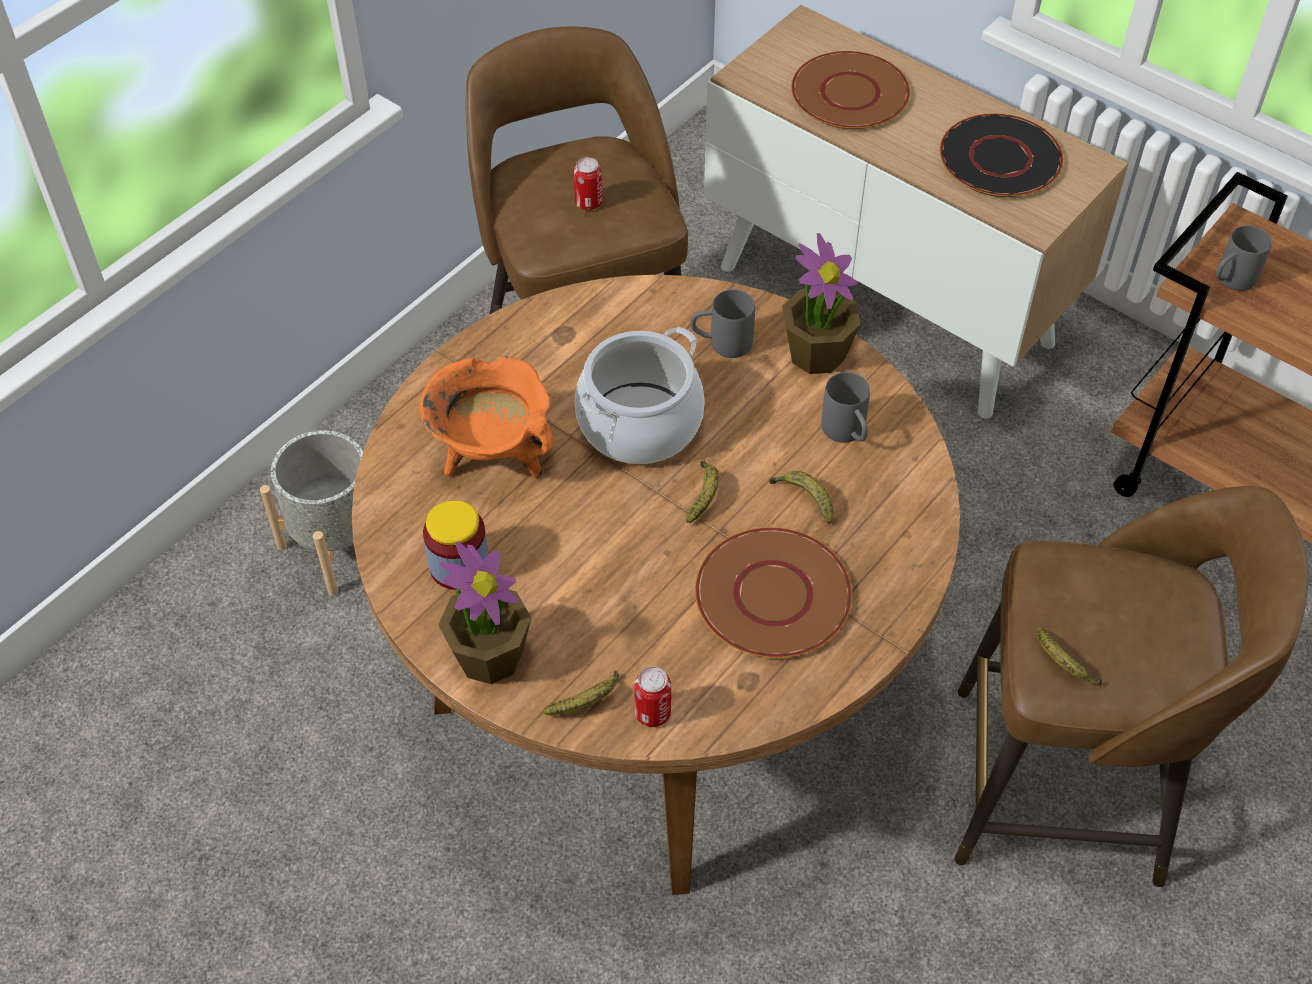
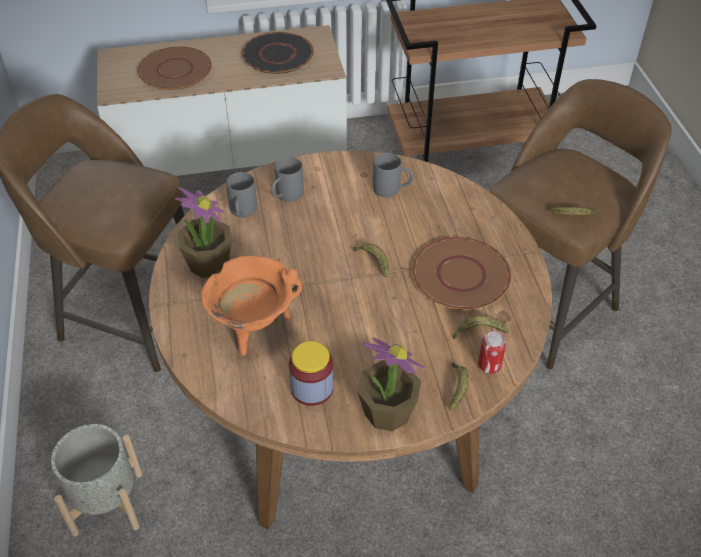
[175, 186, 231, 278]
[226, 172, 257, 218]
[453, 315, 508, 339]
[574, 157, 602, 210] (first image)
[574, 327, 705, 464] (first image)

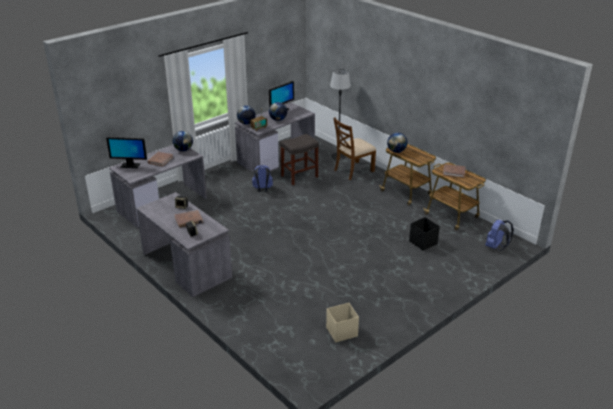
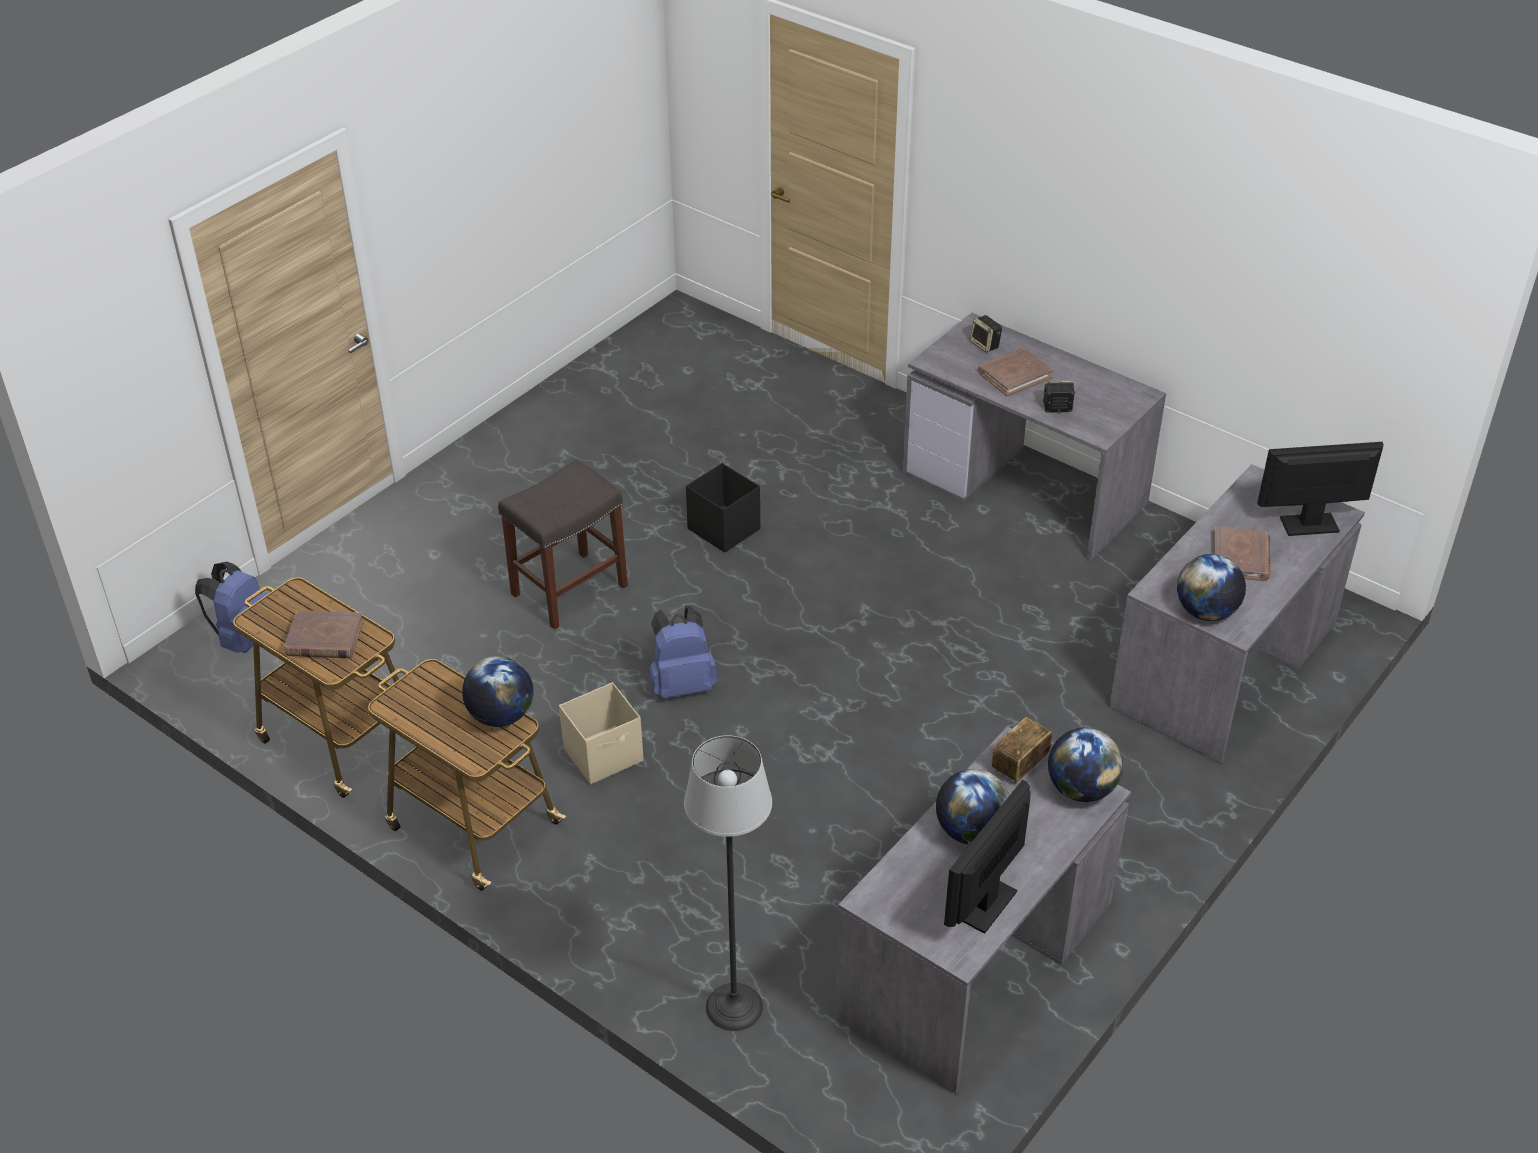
[498, 460, 628, 630]
[559, 682, 644, 785]
[649, 605, 717, 699]
[686, 463, 760, 552]
[333, 118, 376, 180] (first image)

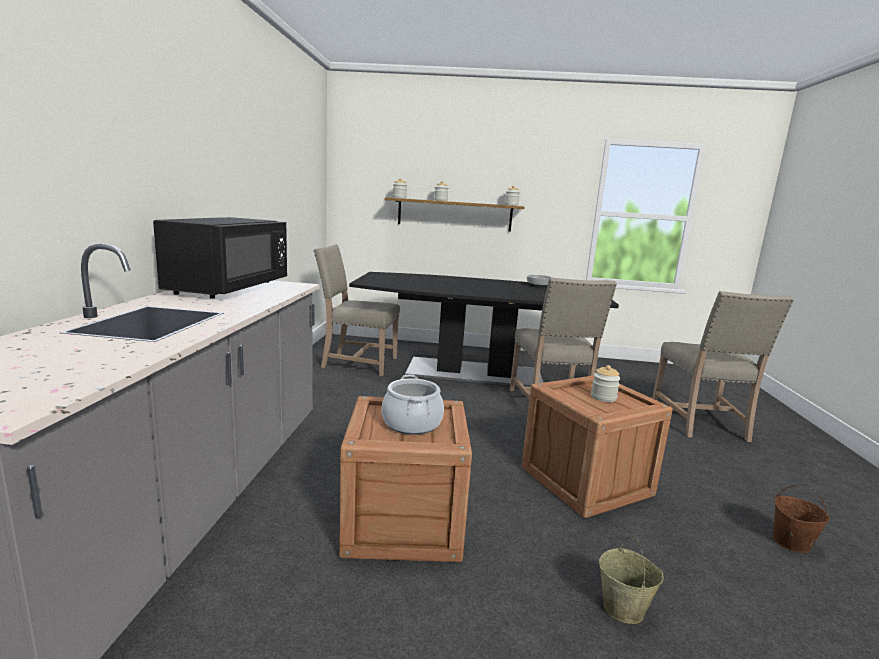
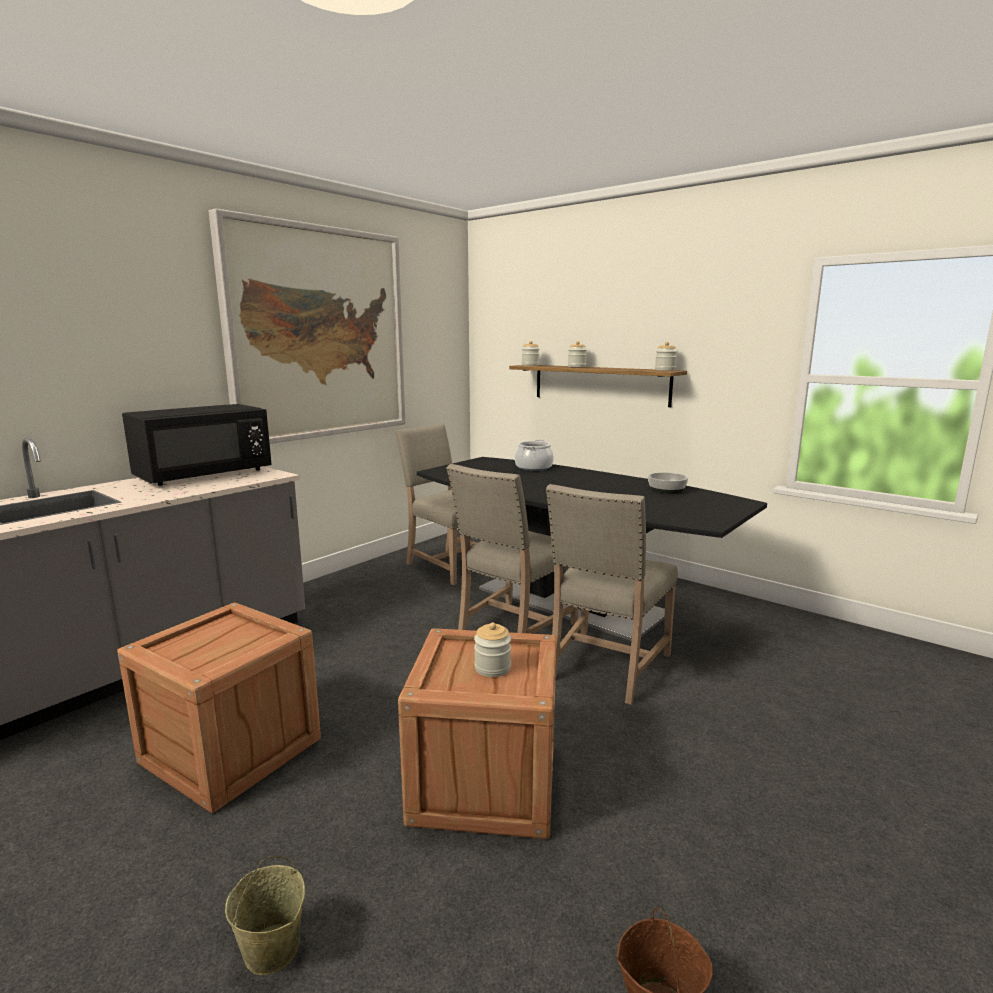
[209, 209, 406, 444]
[446, 464, 578, 634]
[515, 440, 554, 471]

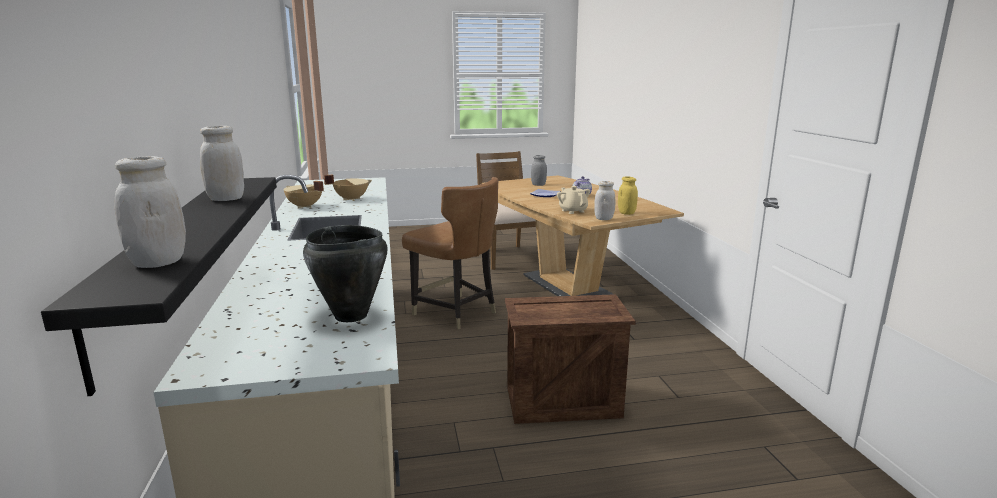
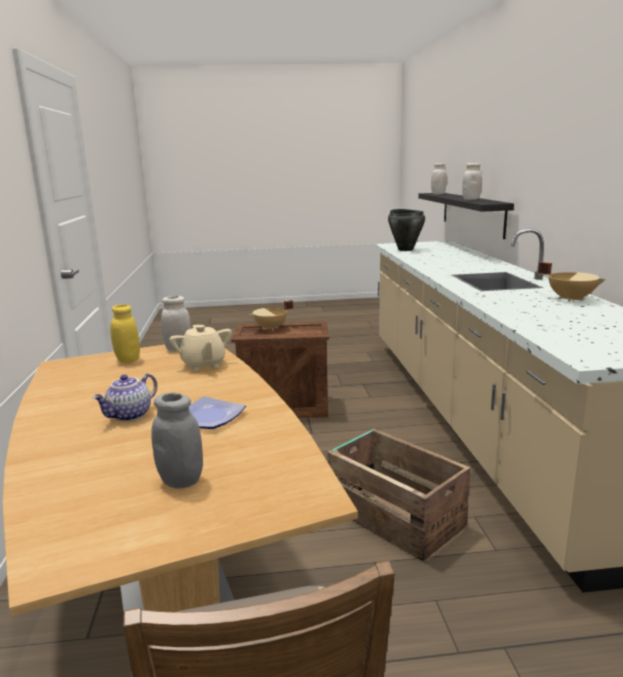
[249, 300, 293, 331]
[327, 428, 471, 561]

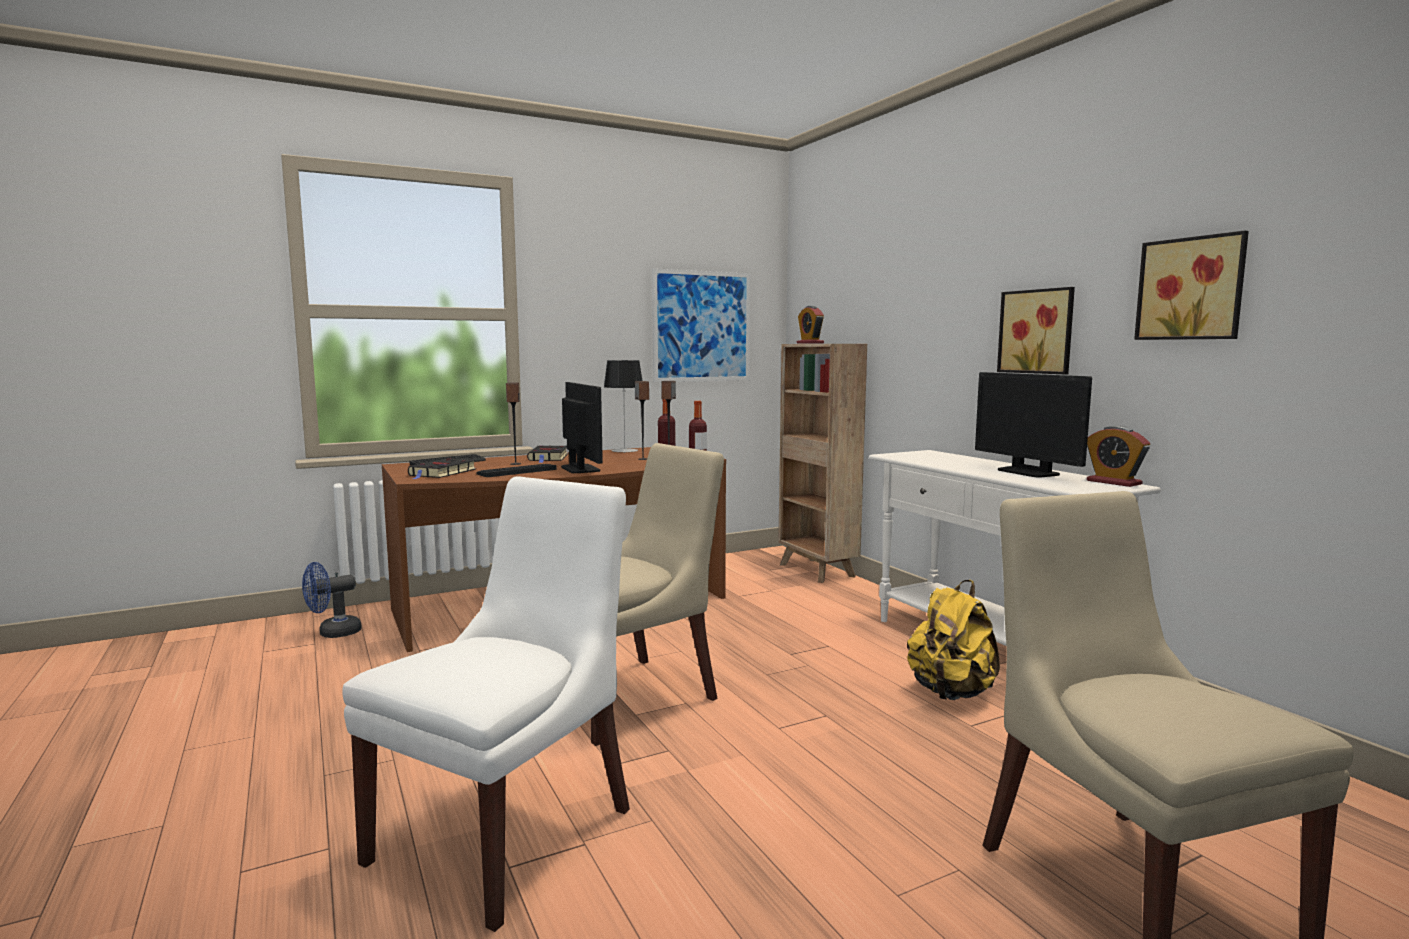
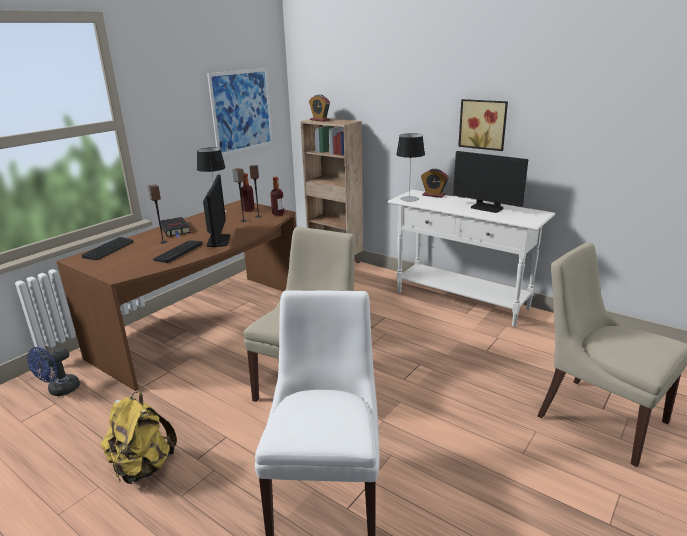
[101, 392, 177, 484]
[203, 175, 230, 247]
[396, 133, 425, 202]
[421, 169, 449, 198]
[408, 458, 476, 479] (first image)
[1134, 231, 1249, 340] (first image)

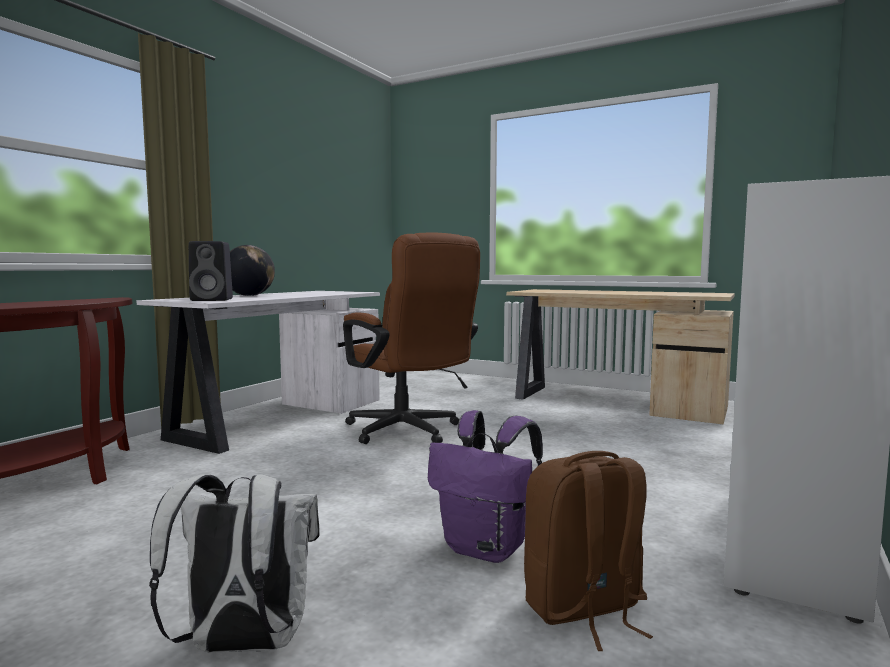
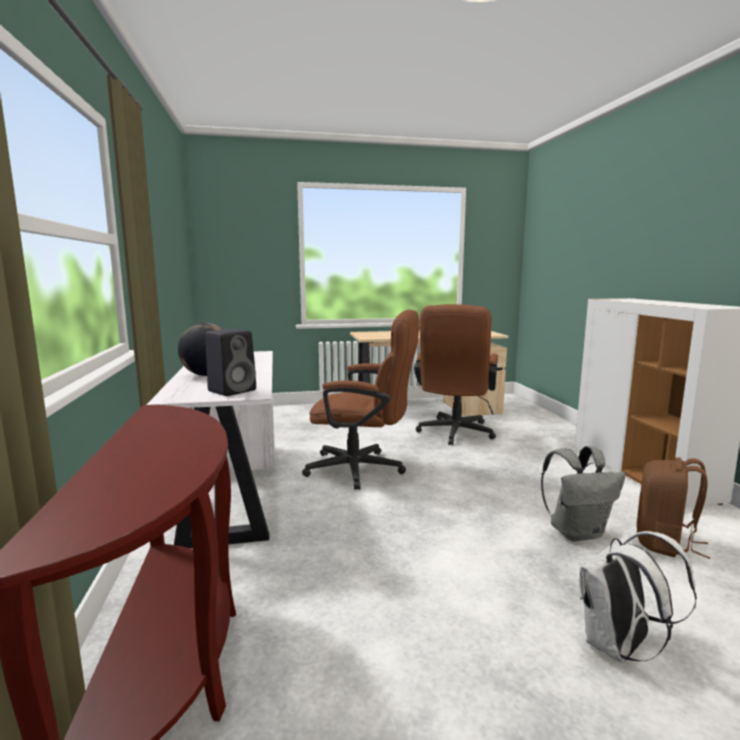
[414, 304, 498, 445]
[541, 446, 625, 542]

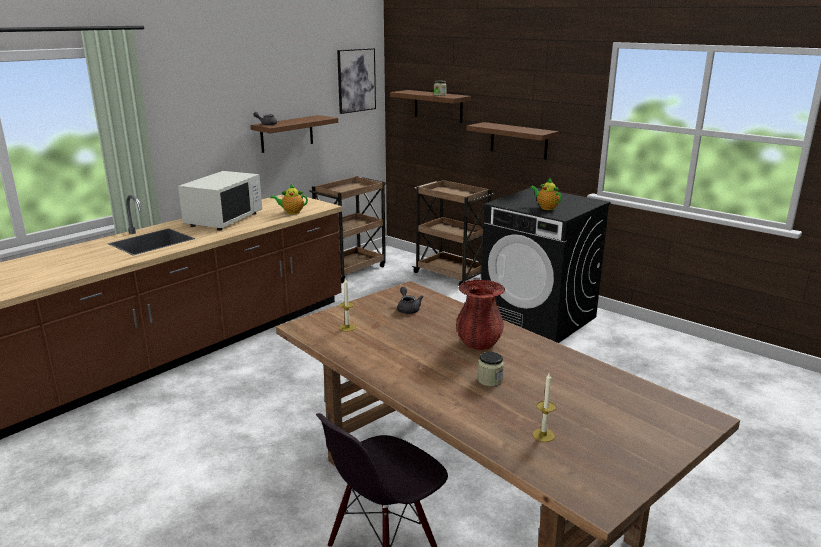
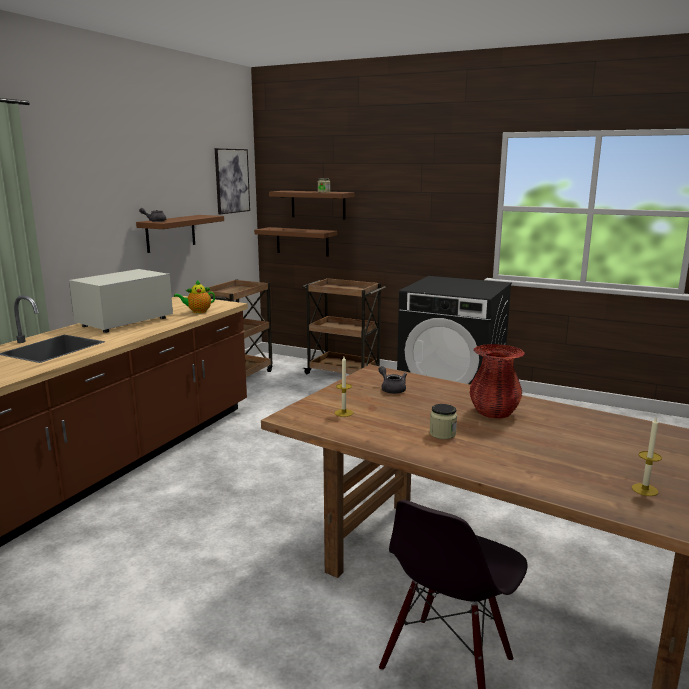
[69, 269, 173, 333]
[254, 227, 337, 257]
[430, 404, 457, 439]
[530, 178, 562, 210] (first image)

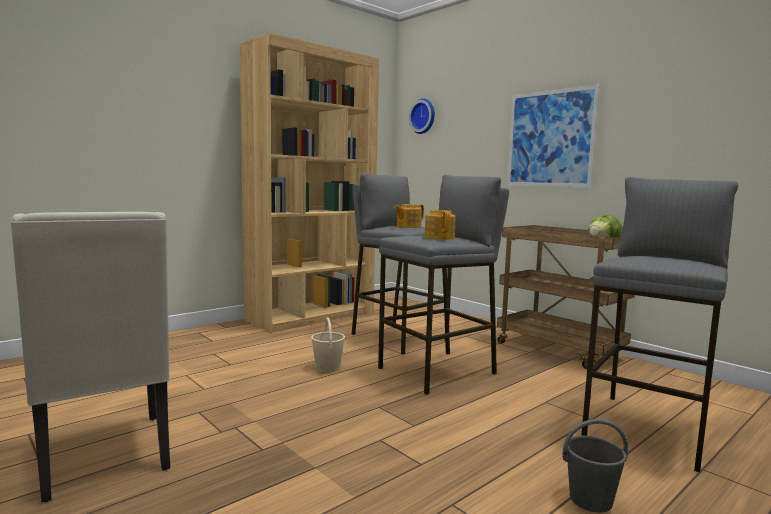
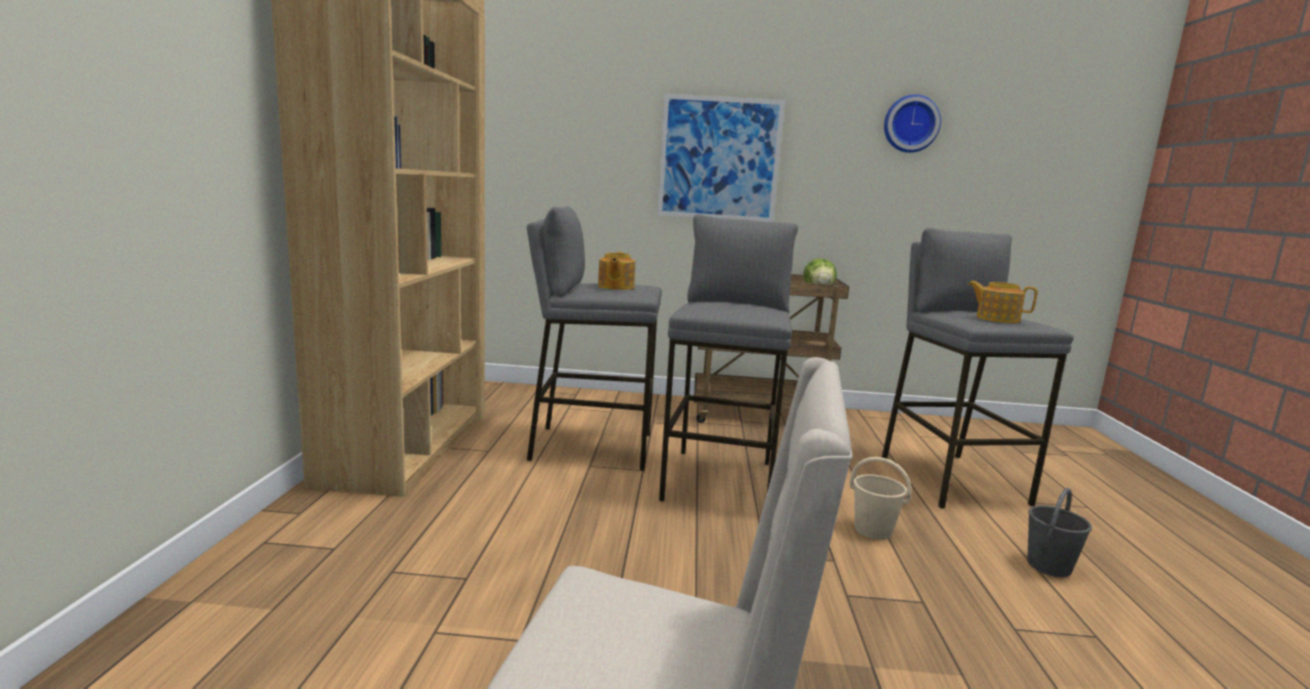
[849, 457, 911, 540]
[884, 94, 941, 153]
[968, 281, 1037, 323]

